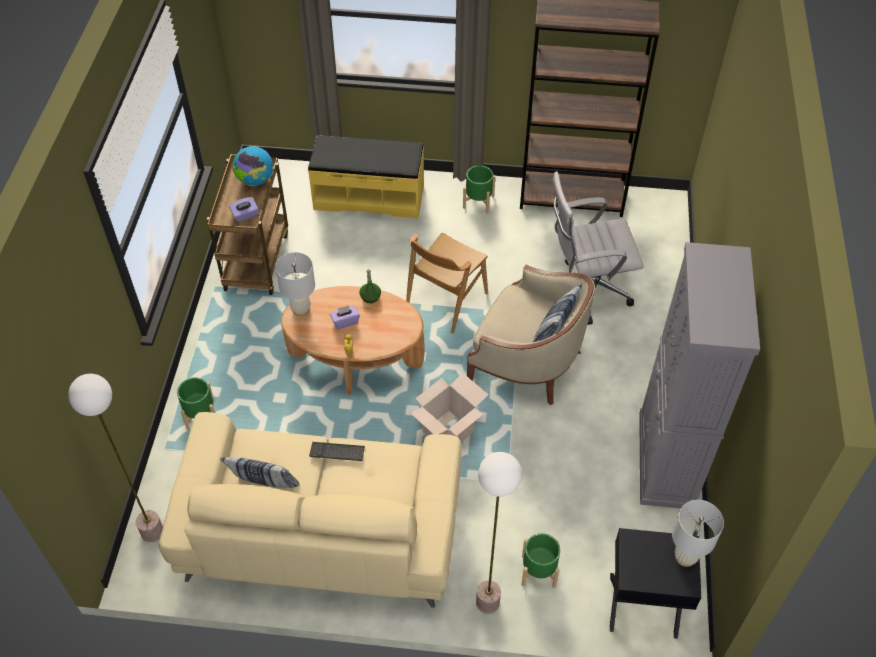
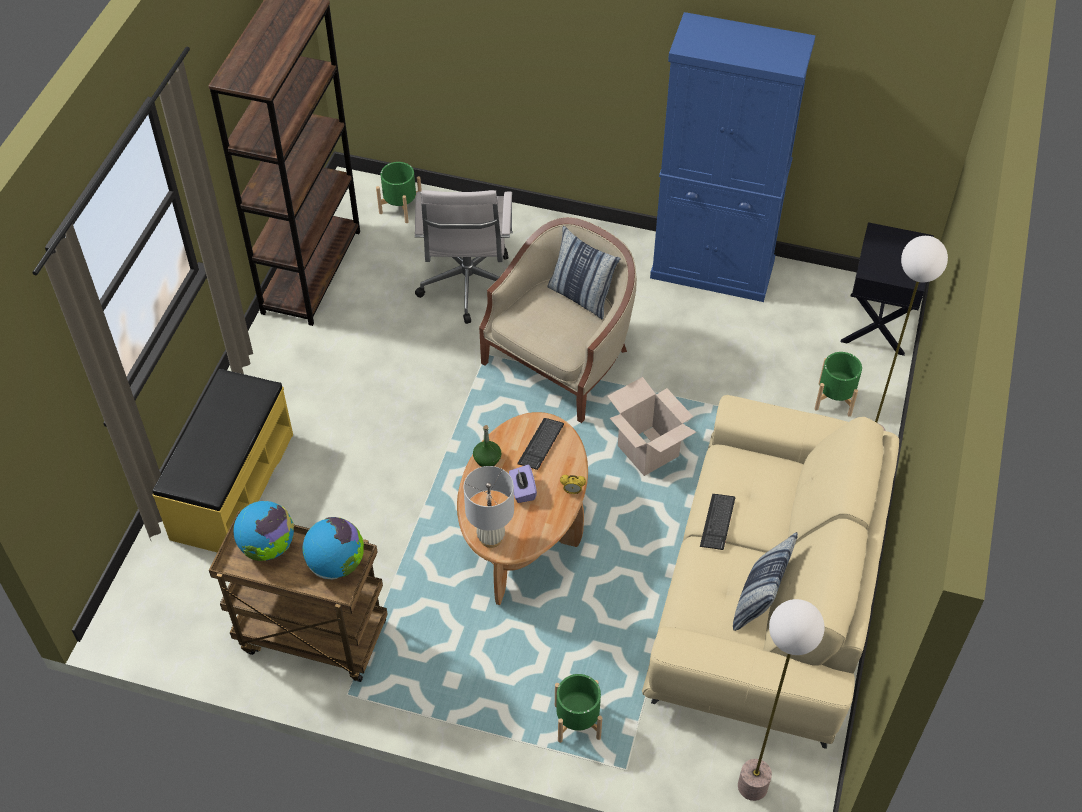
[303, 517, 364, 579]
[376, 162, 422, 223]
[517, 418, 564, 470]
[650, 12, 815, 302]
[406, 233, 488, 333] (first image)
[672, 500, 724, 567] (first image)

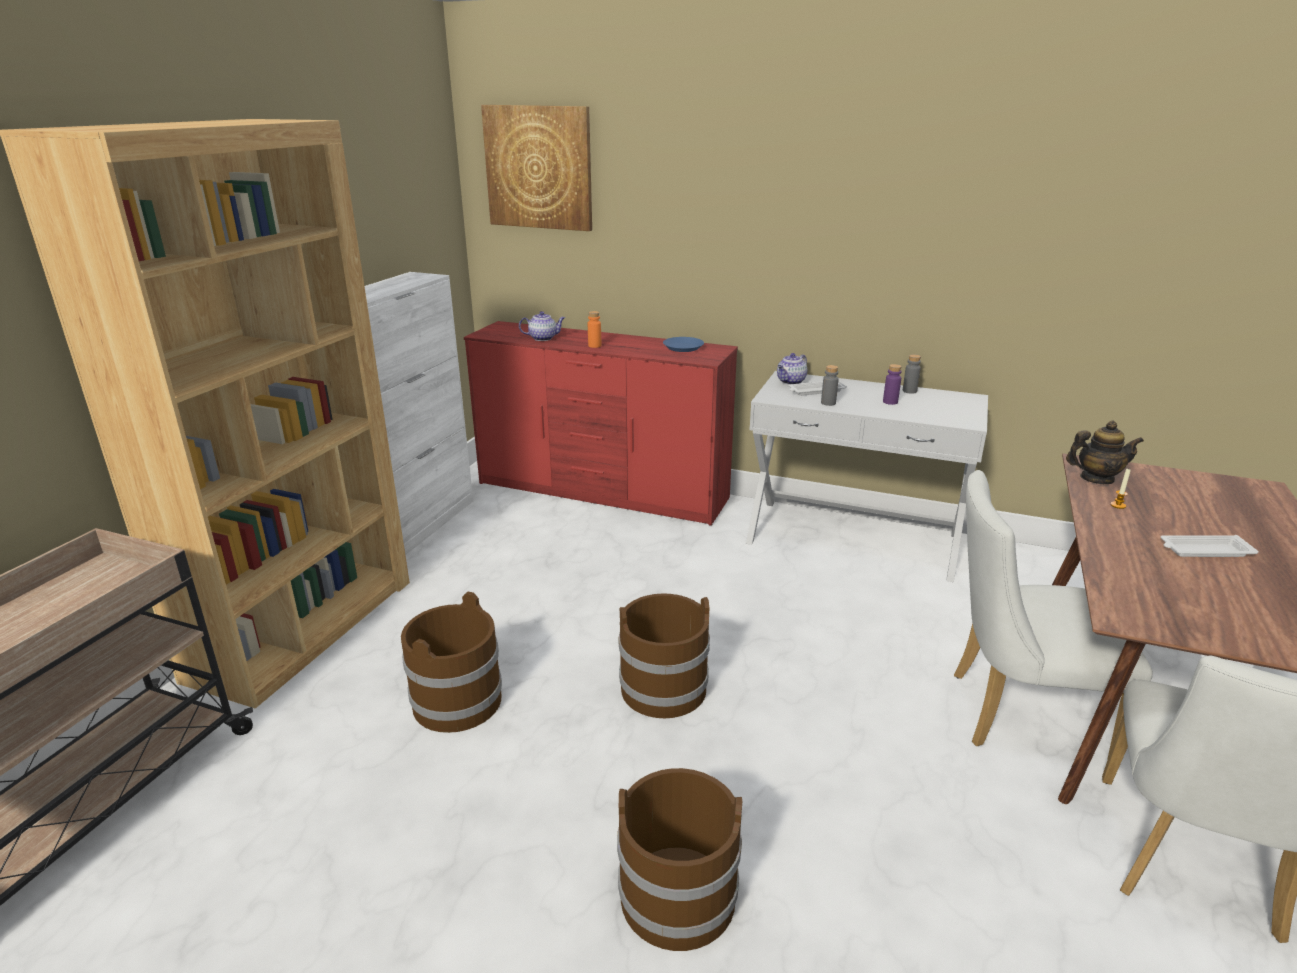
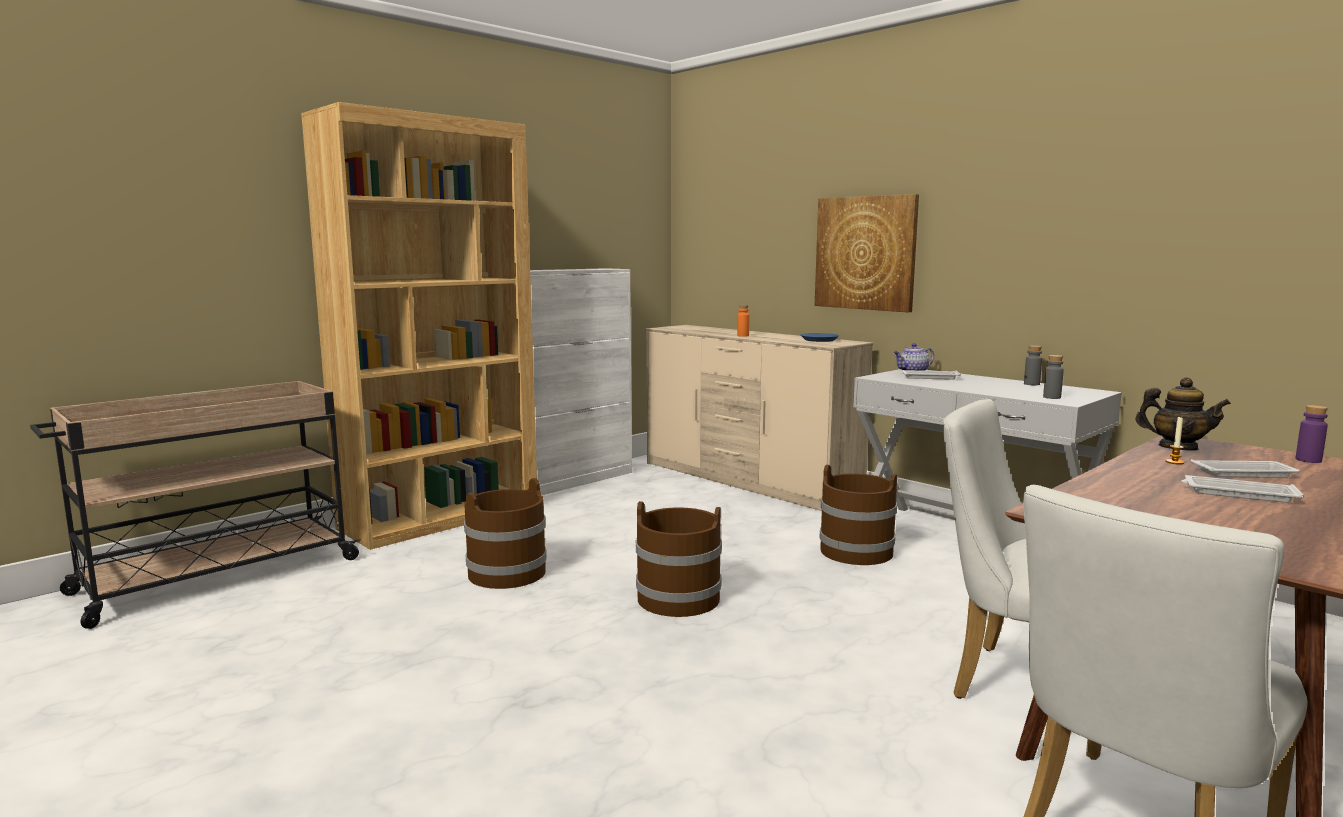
[645, 325, 873, 511]
[815, 194, 919, 313]
[820, 465, 897, 565]
[1043, 355, 1064, 399]
[1191, 459, 1300, 478]
[1295, 405, 1328, 463]
[519, 311, 565, 341] (first image)

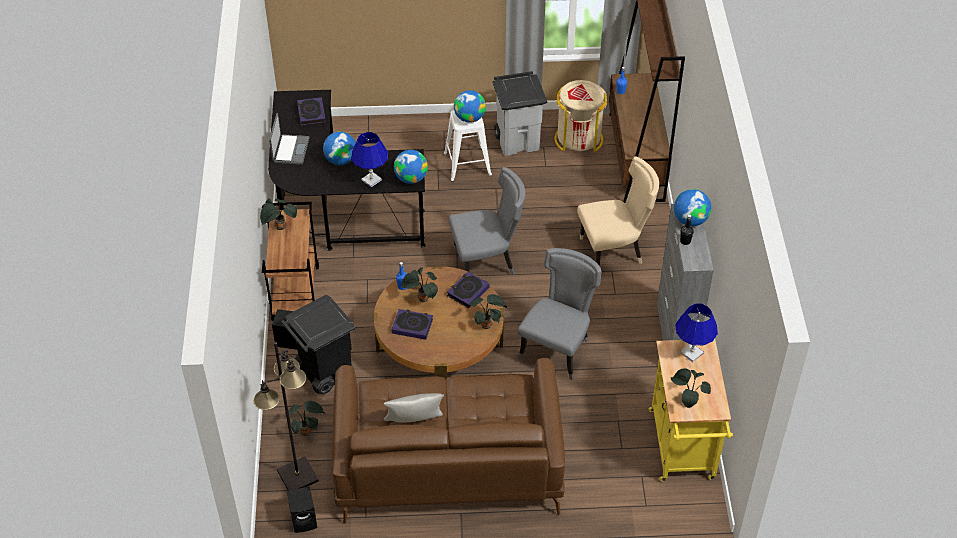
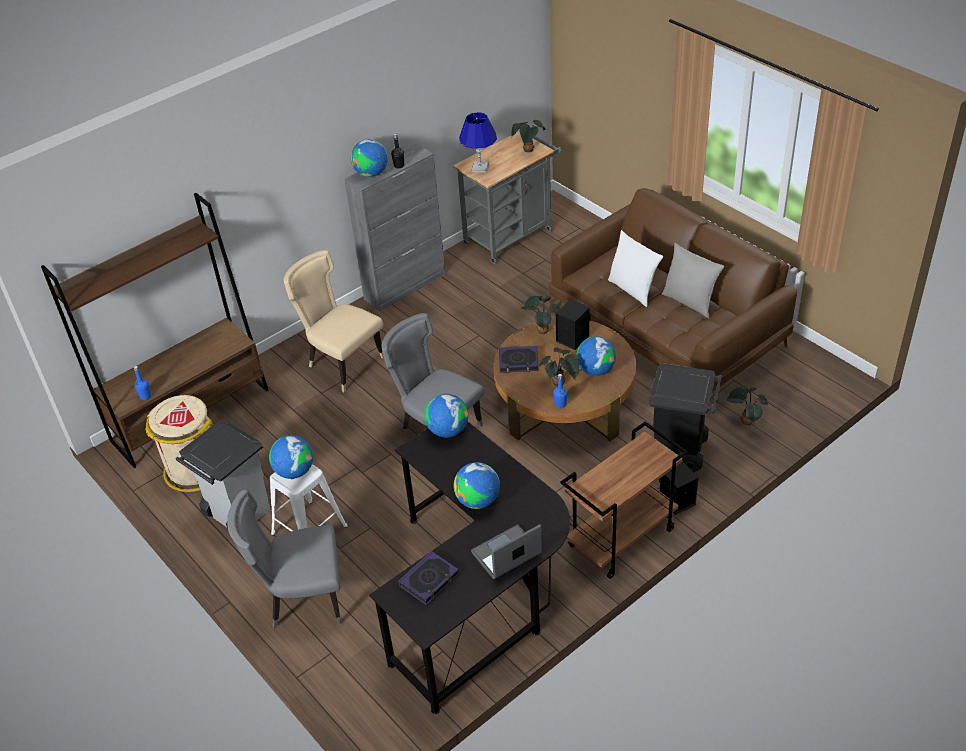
[227, 489, 341, 629]
[453, 131, 562, 264]
[556, 300, 590, 350]
[576, 336, 616, 376]
[608, 230, 663, 307]
[253, 342, 319, 491] (first image)
[260, 198, 297, 230] (first image)
[351, 132, 388, 187] (first image)

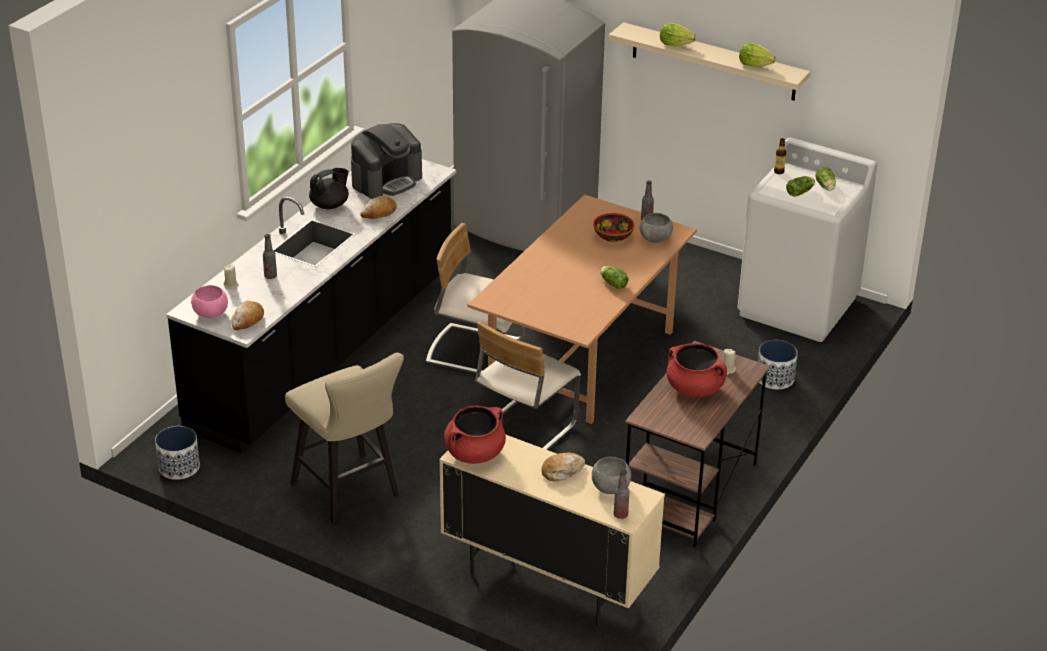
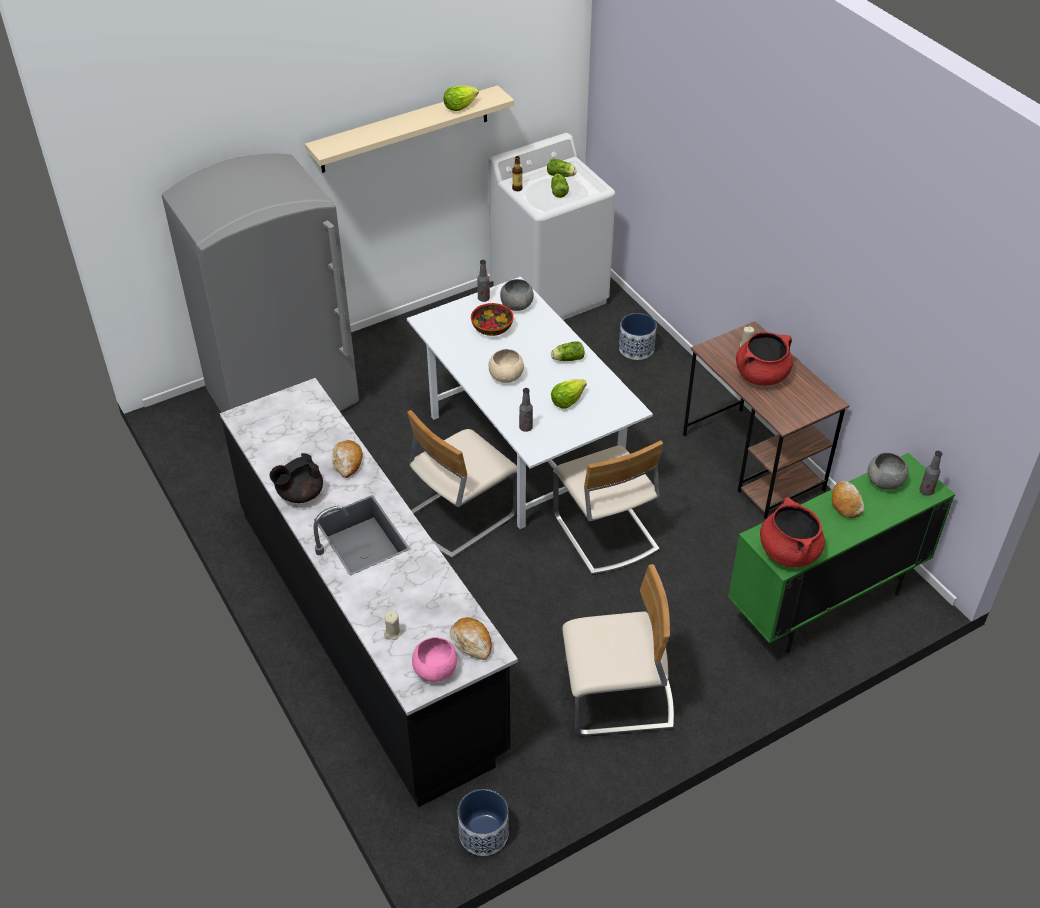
[270, 453, 323, 503]
[407, 277, 653, 529]
[489, 349, 524, 383]
[519, 388, 533, 432]
[551, 379, 587, 408]
[562, 564, 674, 736]
[728, 453, 955, 654]
[351, 123, 422, 199] (first image)

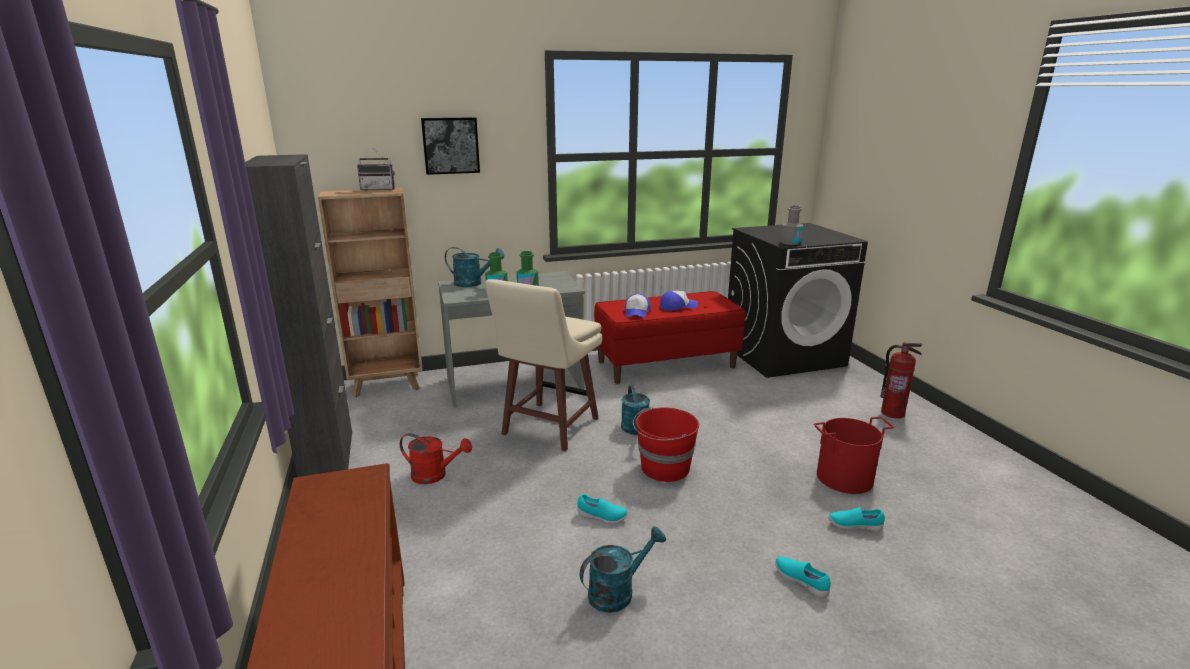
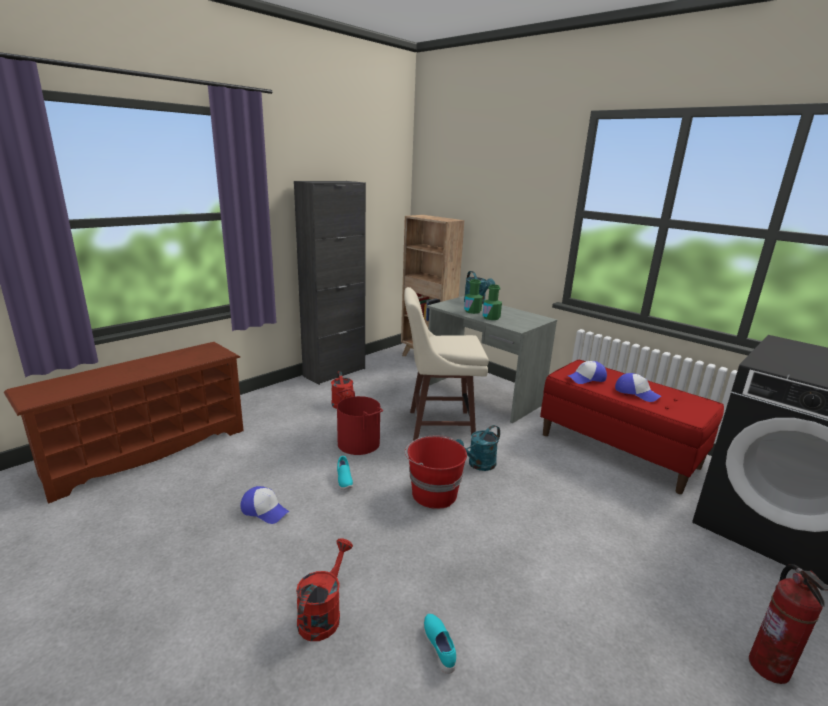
[241, 486, 289, 524]
[296, 538, 353, 641]
[336, 389, 383, 455]
[357, 148, 395, 191] (first image)
[421, 117, 480, 175] (first image)
[781, 205, 803, 245] (first image)

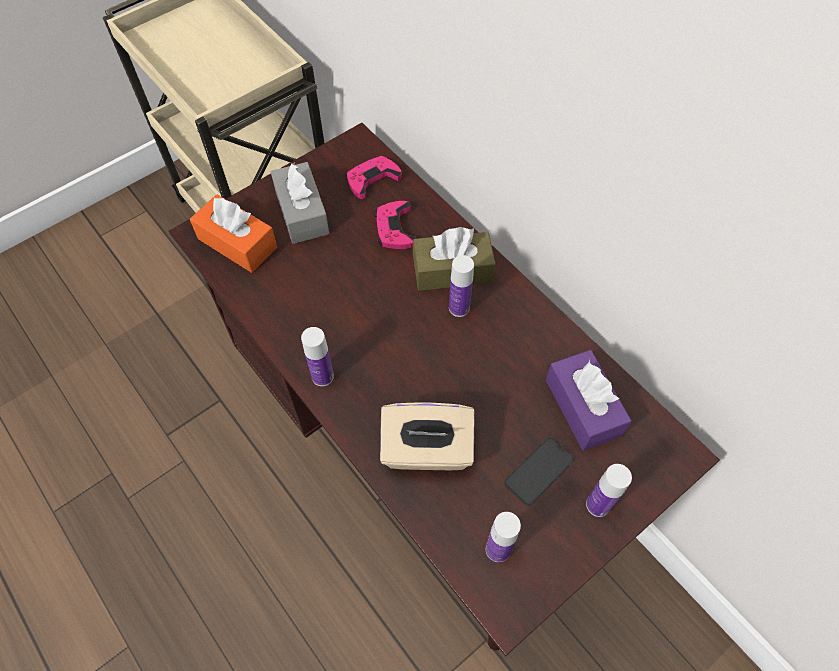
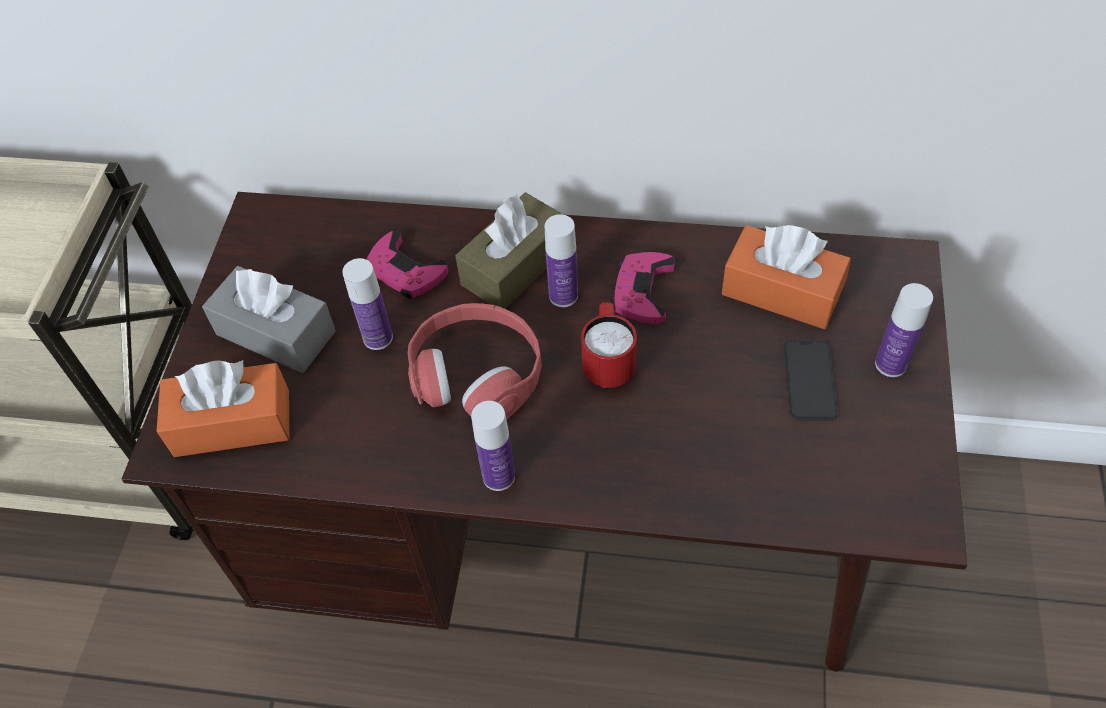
[342, 258, 393, 350]
[408, 303, 542, 420]
[581, 302, 637, 389]
[611, 252, 675, 324]
[722, 225, 851, 329]
[380, 402, 475, 470] (first image)

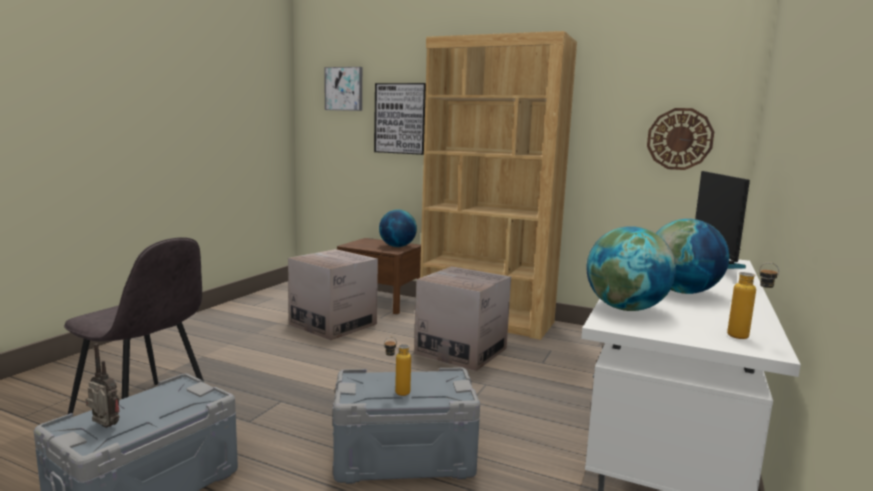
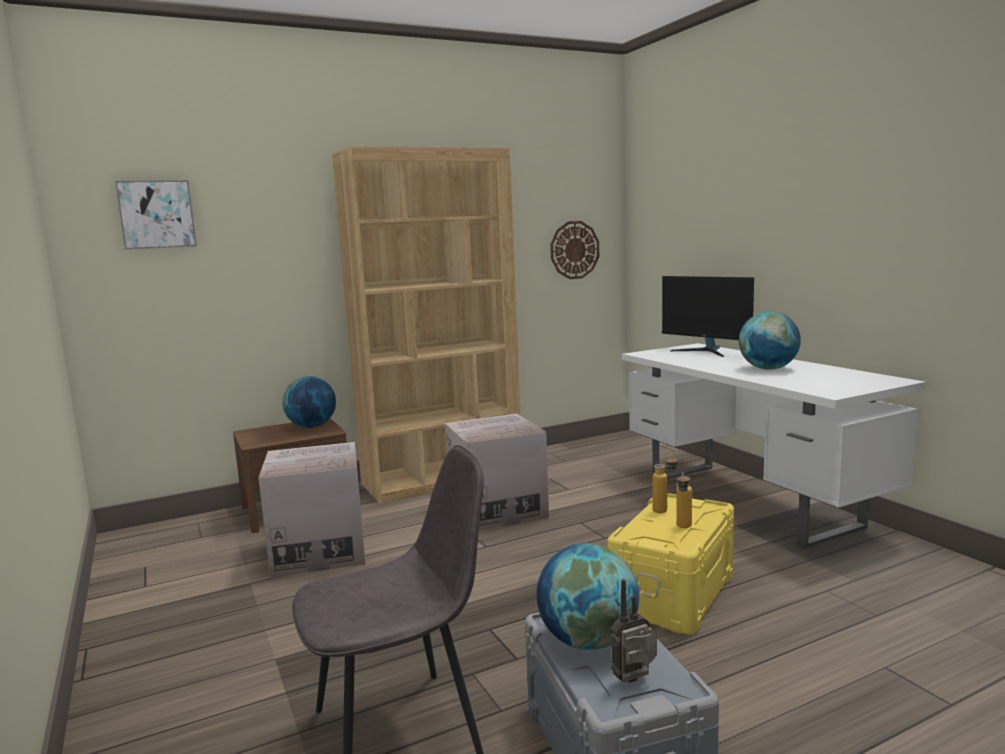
[536, 543, 639, 650]
[608, 493, 734, 635]
[652, 454, 678, 513]
[374, 83, 426, 155] (first image)

